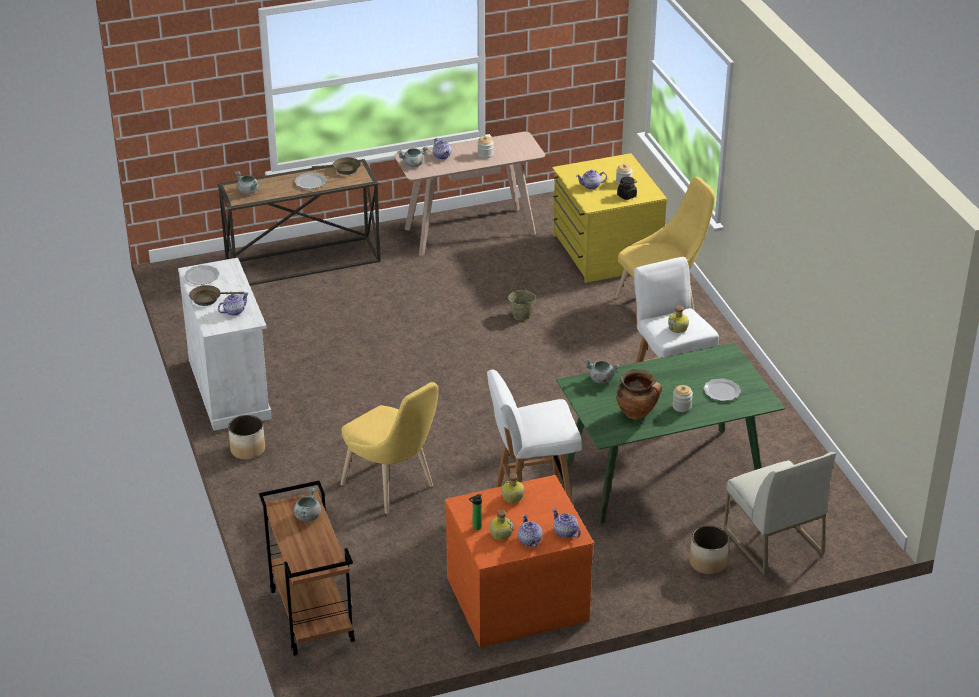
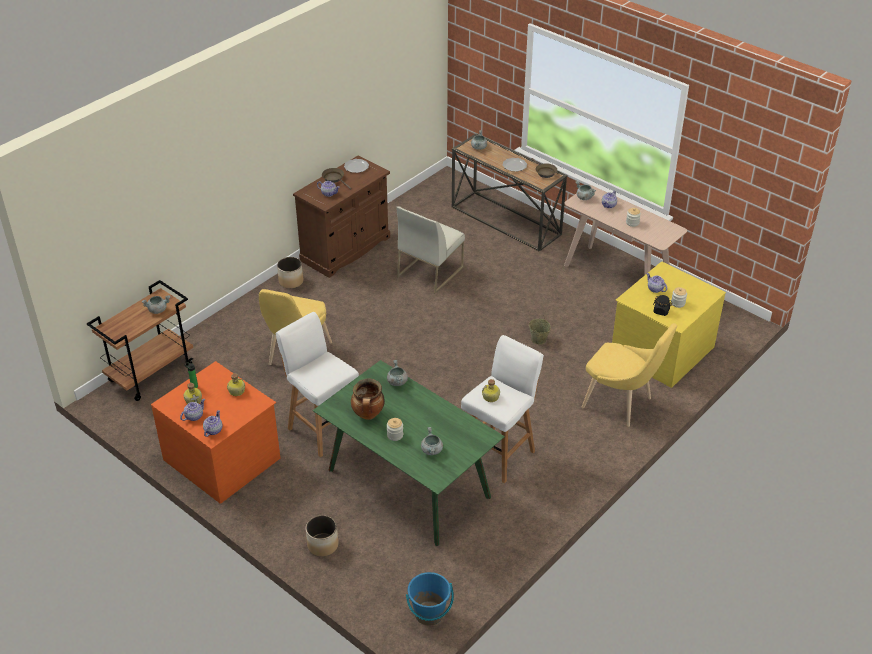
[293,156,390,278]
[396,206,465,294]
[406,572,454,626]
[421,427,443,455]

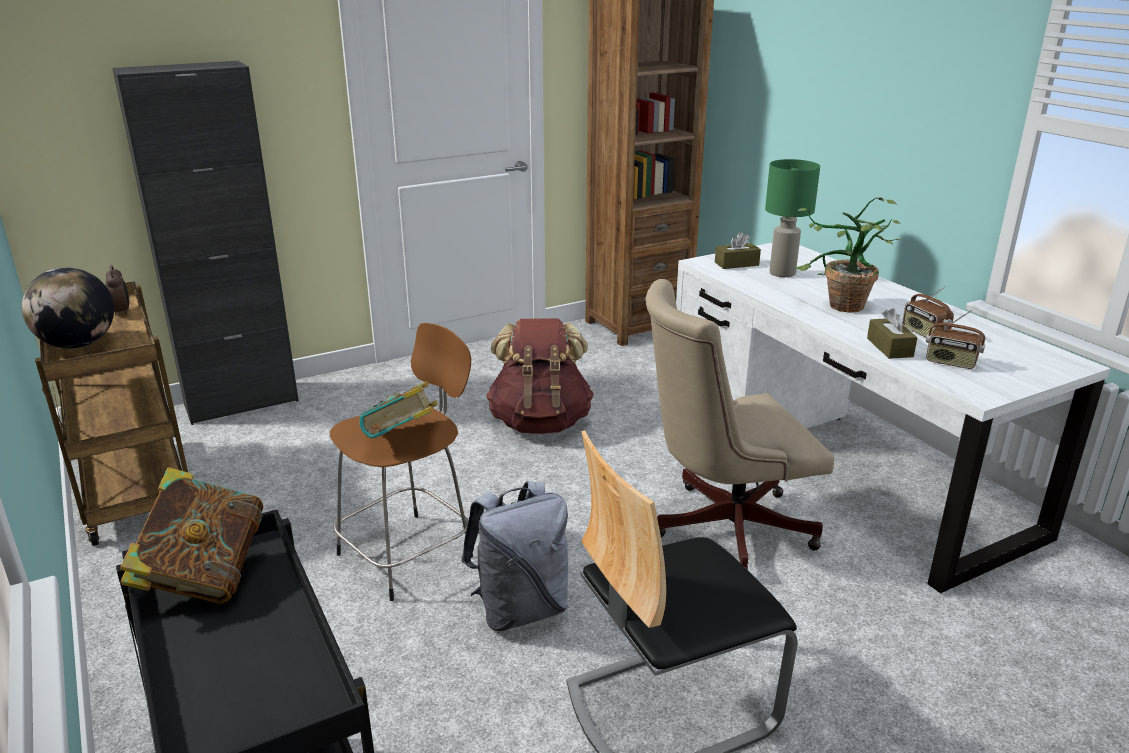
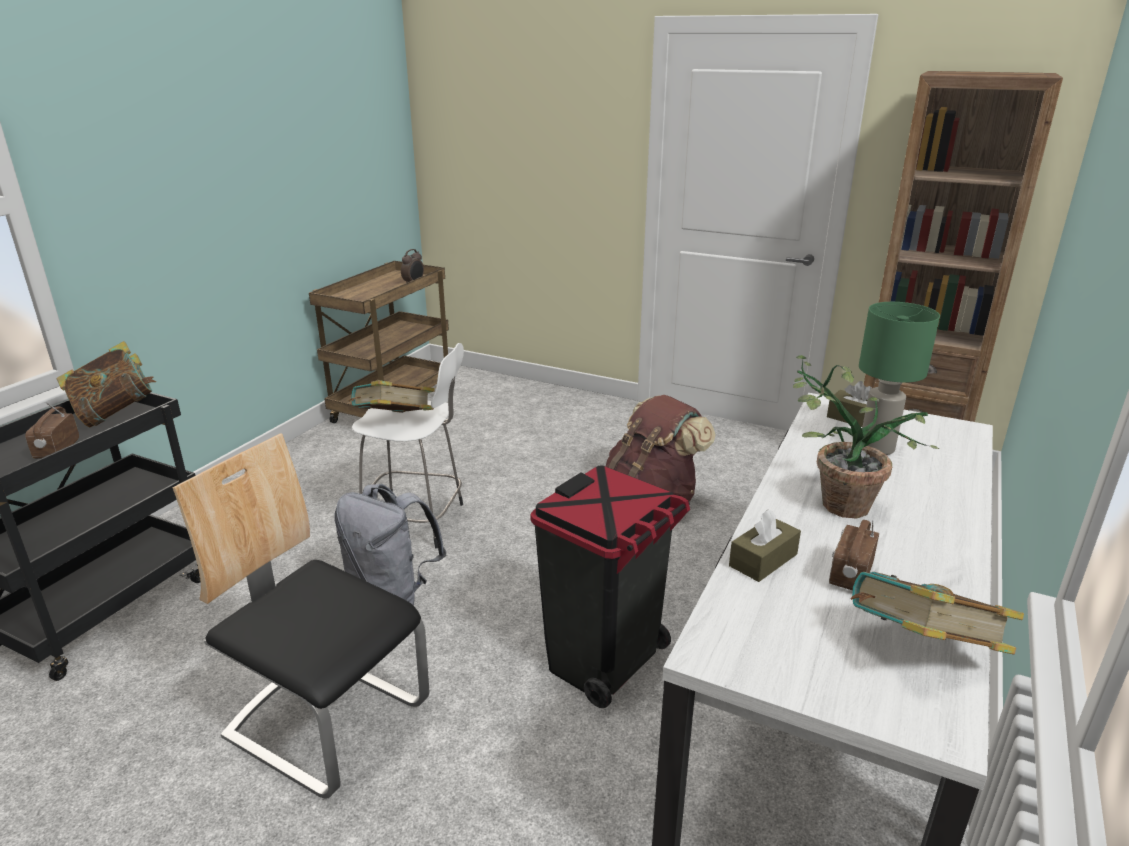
[25,401,79,459]
[352,343,464,548]
[530,465,690,708]
[850,572,1024,655]
[22,267,114,349] (first image)
[112,61,299,425] (first image)

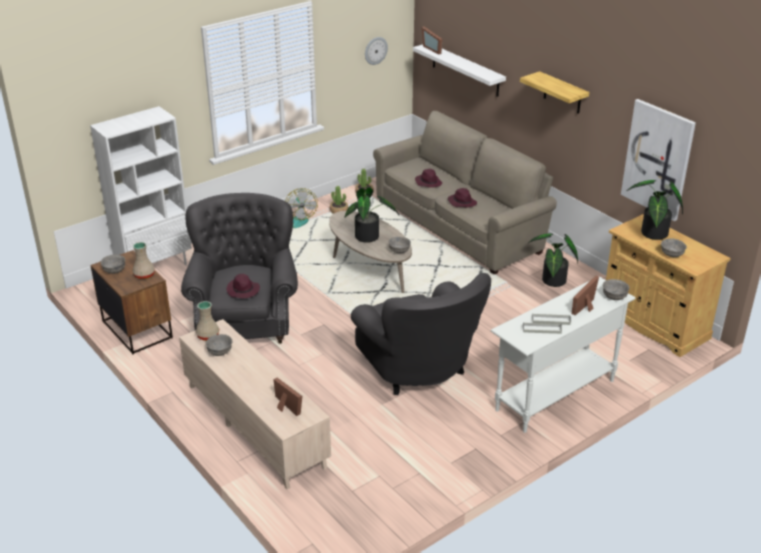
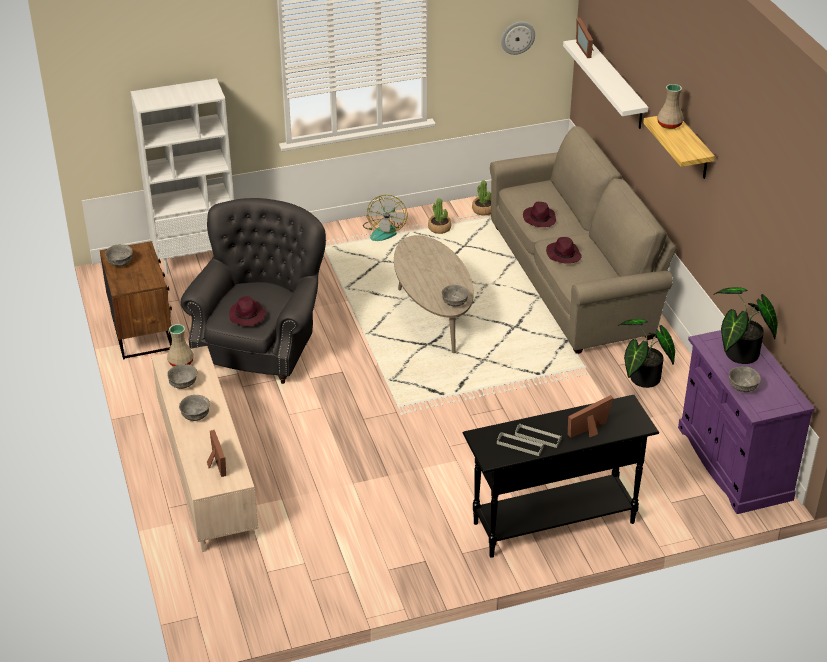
[179,395,210,421]
[463,395,659,558]
[657,84,683,129]
[678,330,815,514]
[344,187,399,243] (first image)
[351,273,491,395] (first image)
[621,99,696,221] (first image)

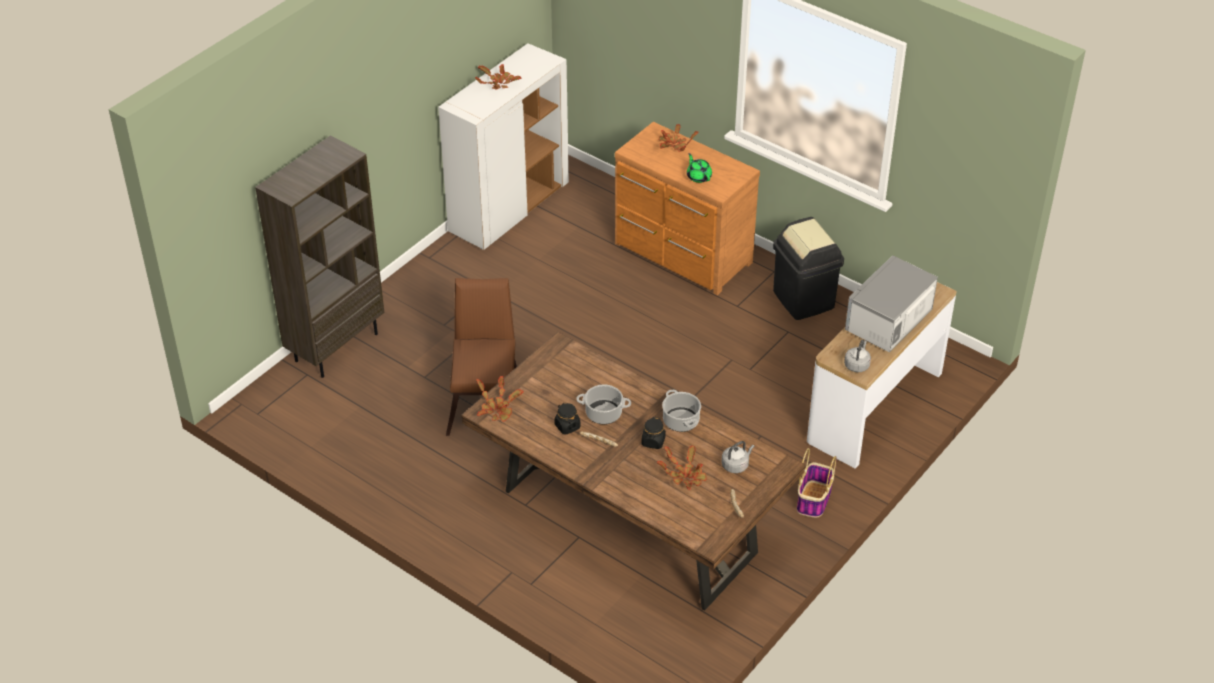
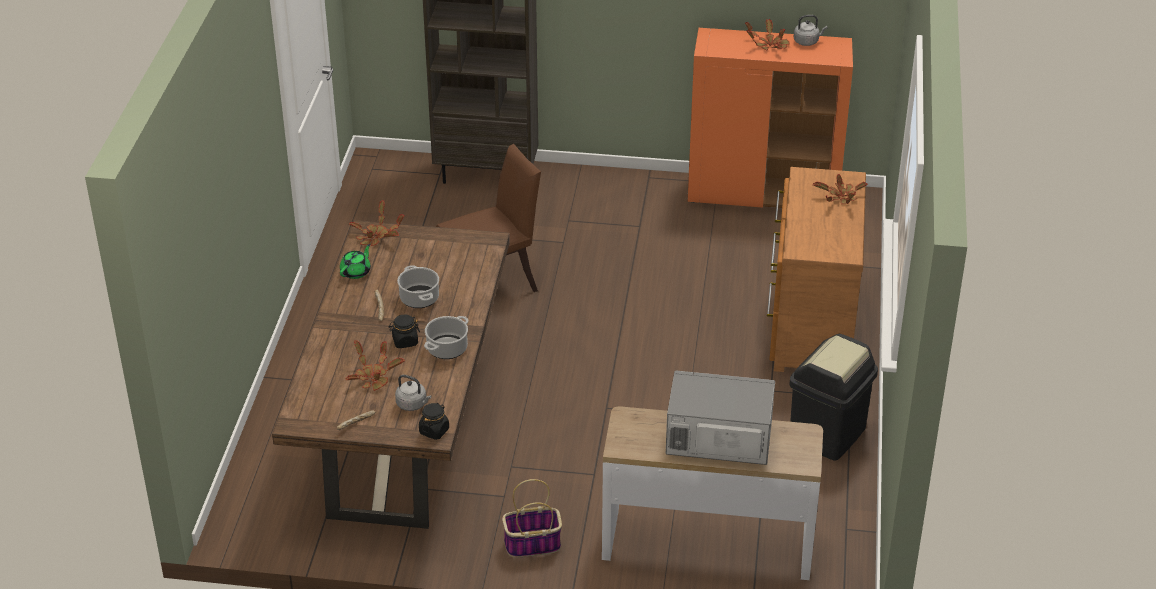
[340,244,371,279]
[419,403,449,440]
[688,28,853,208]
[794,15,827,46]

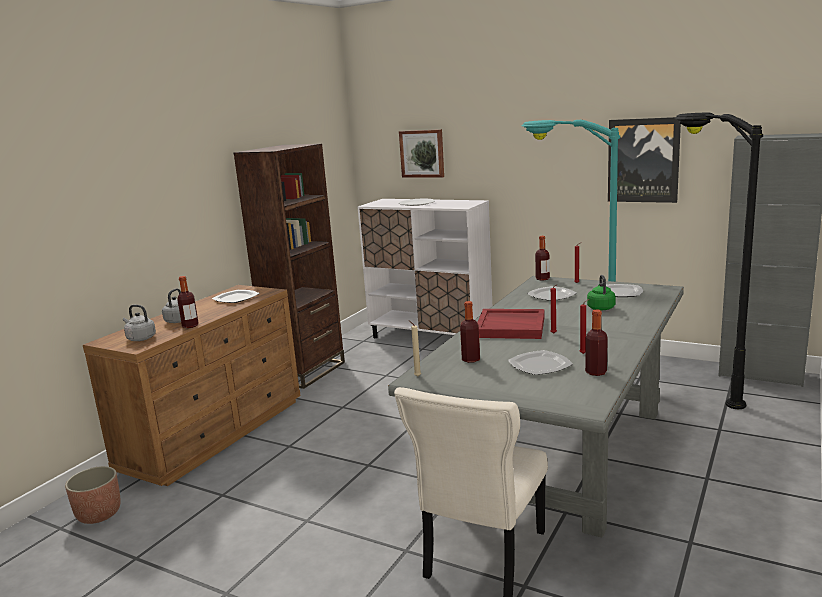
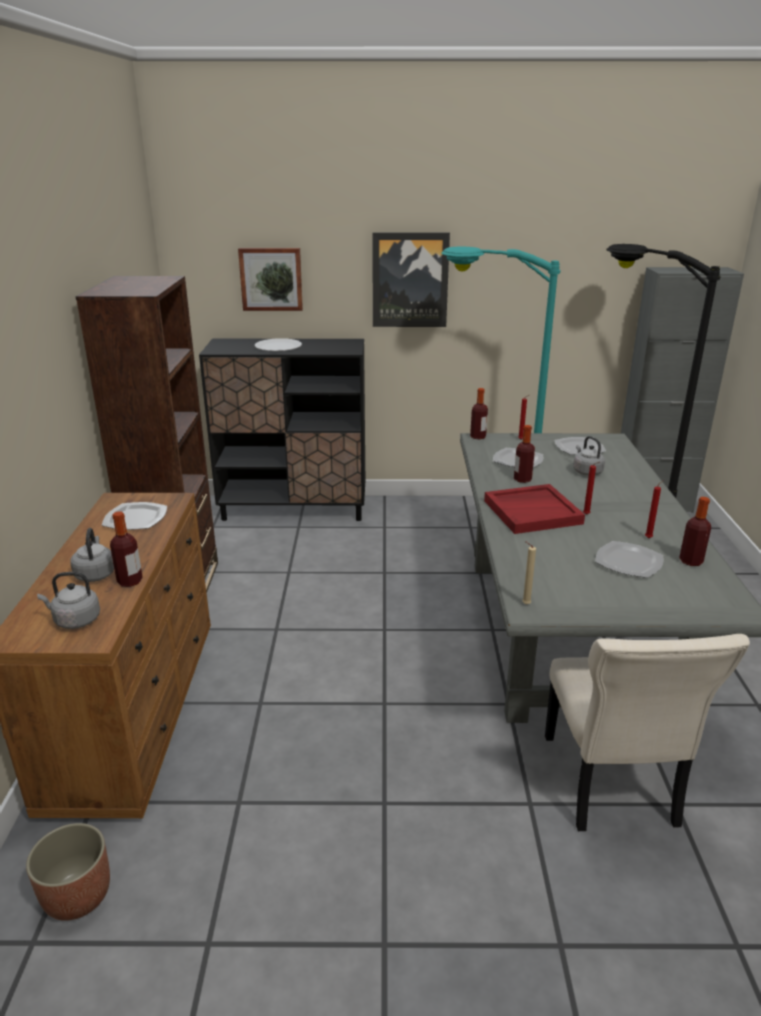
[199,339,365,521]
[372,233,450,327]
[514,425,535,483]
[573,436,605,476]

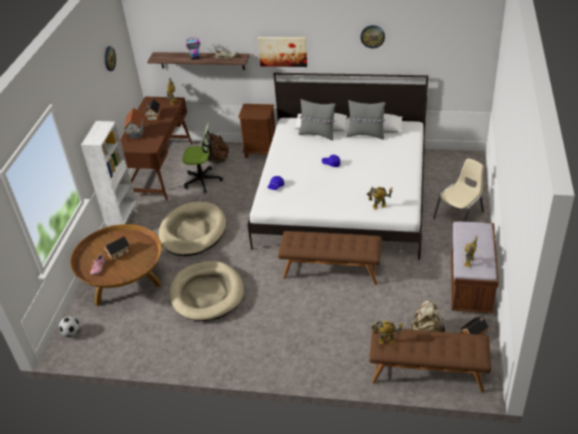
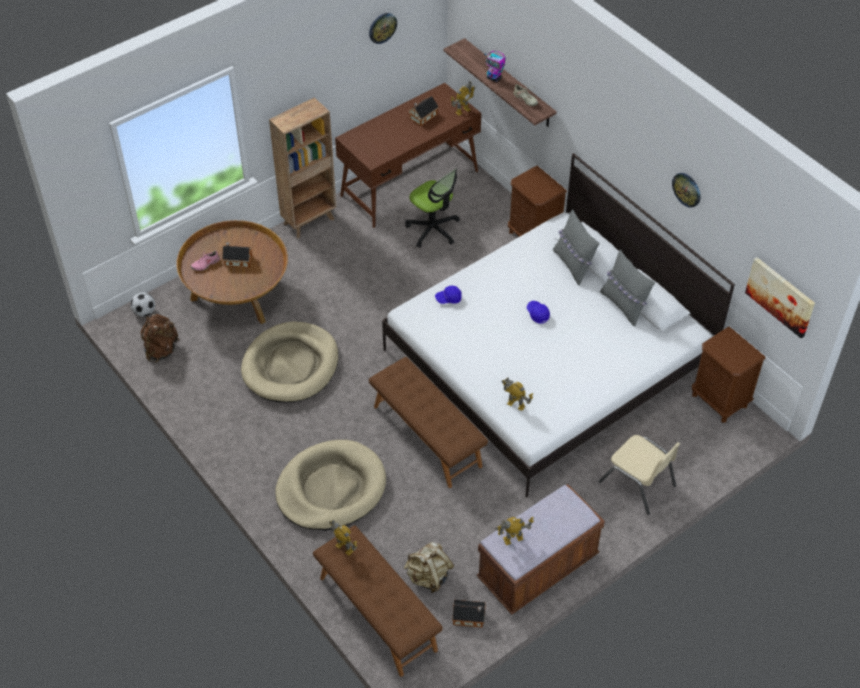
[140,314,180,363]
[269,97,337,238]
[275,440,386,530]
[599,435,680,515]
[692,326,766,423]
[745,257,815,338]
[124,108,145,141] (first image)

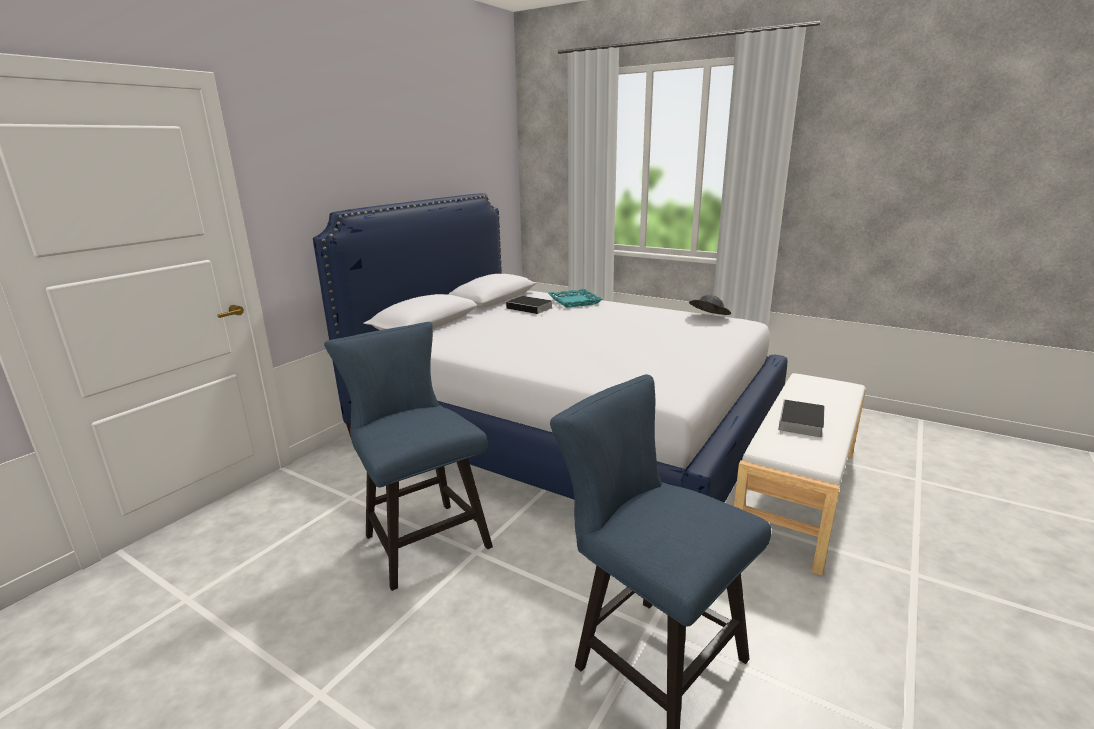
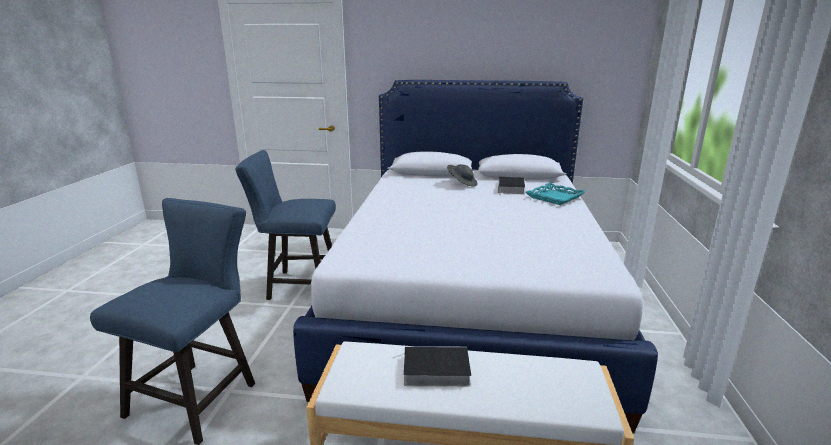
[235,150,336,300]
[447,164,478,187]

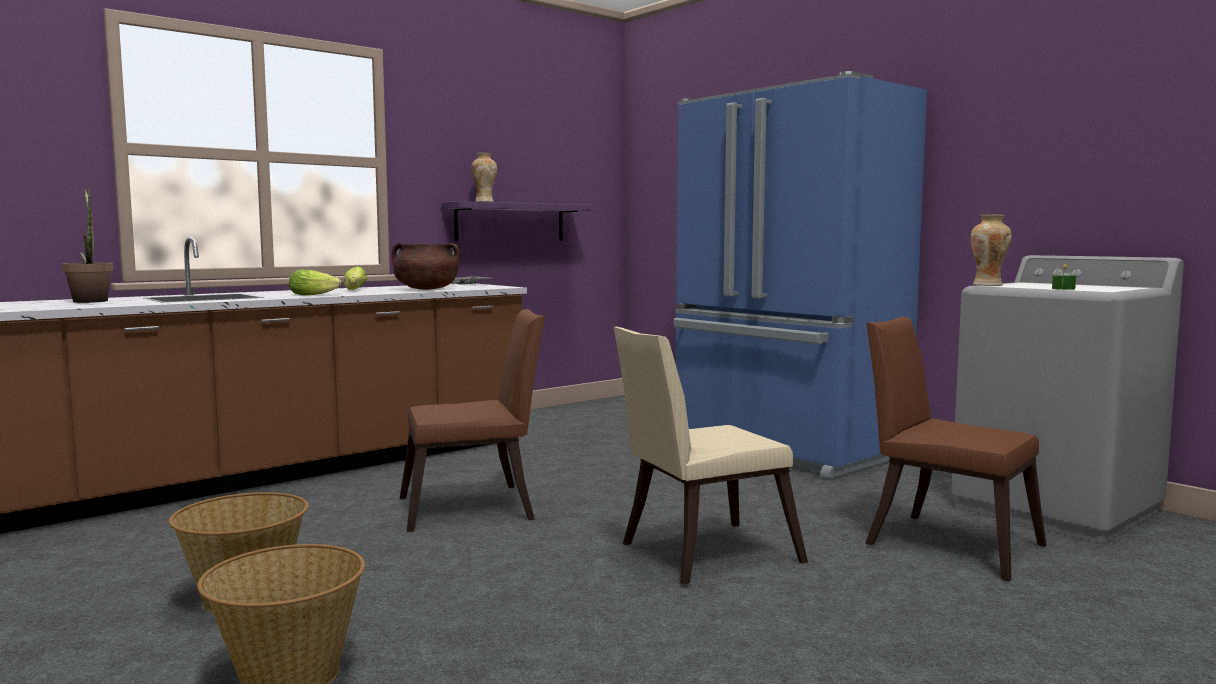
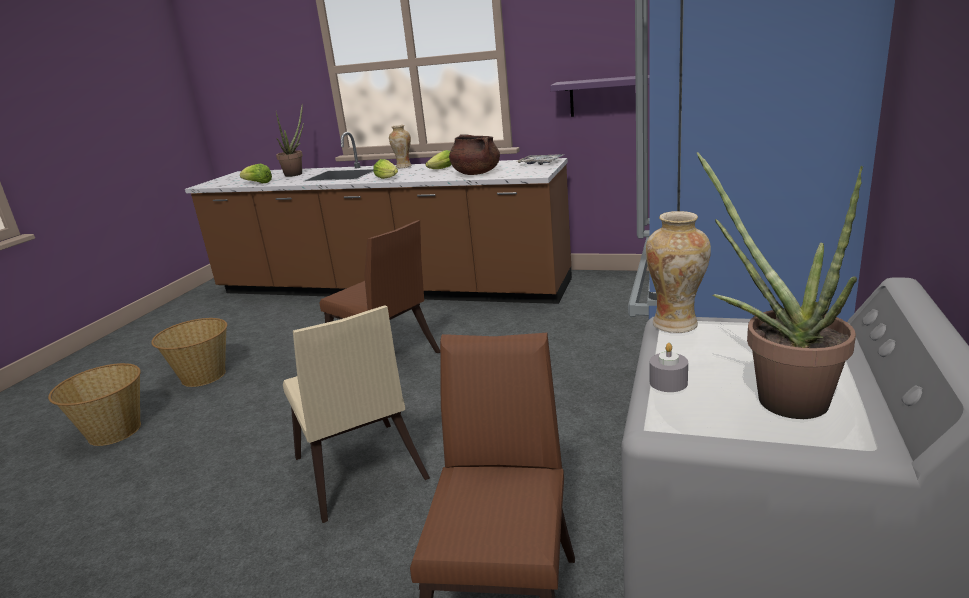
[240,163,272,183]
[283,305,430,523]
[389,125,412,168]
[650,343,688,392]
[697,152,863,419]

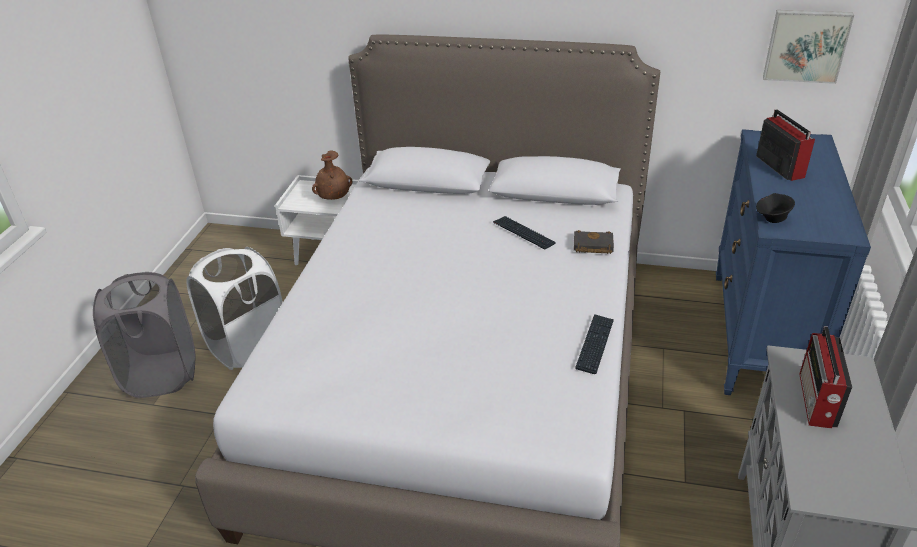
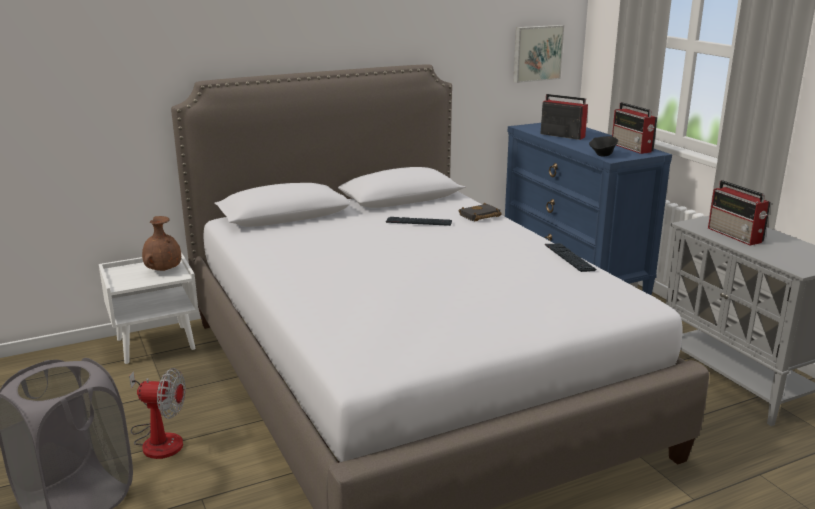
[129,368,186,459]
[612,102,657,154]

